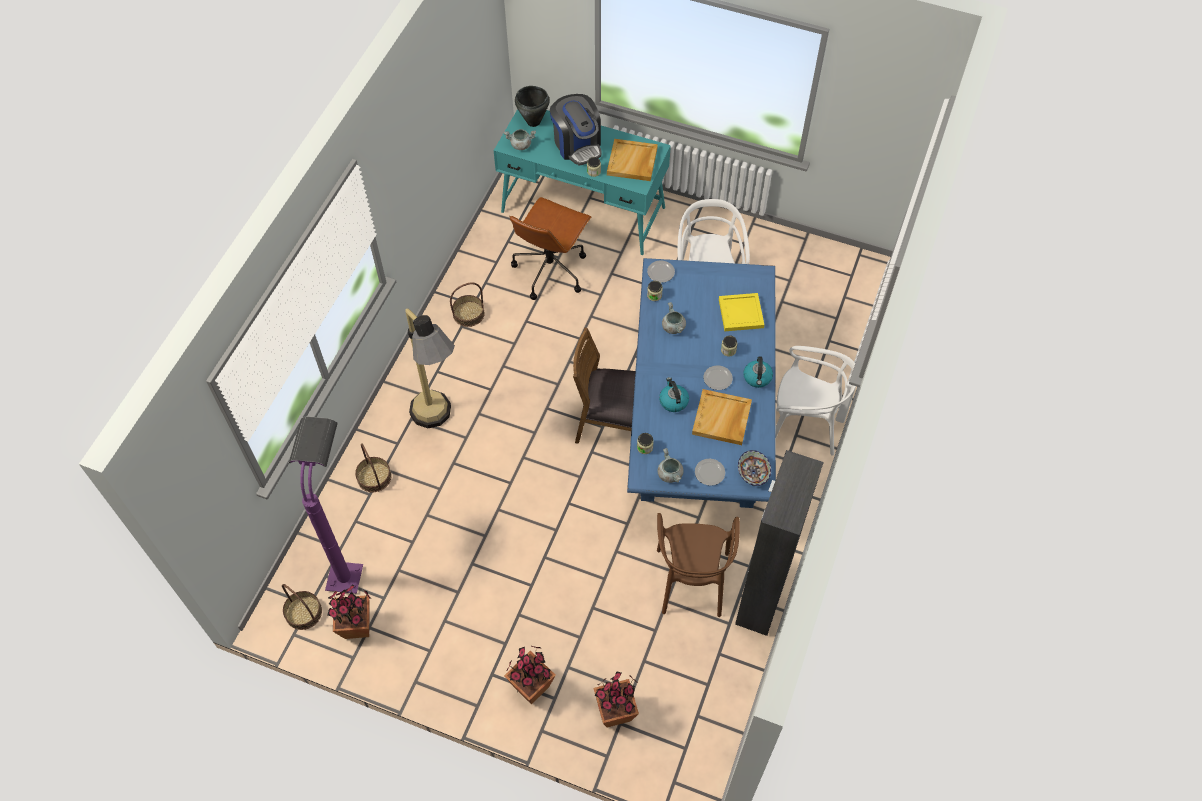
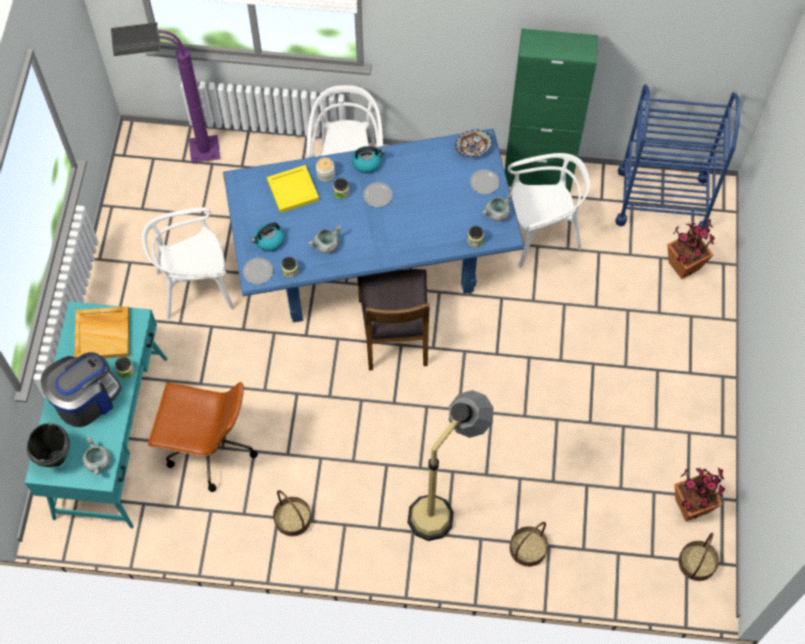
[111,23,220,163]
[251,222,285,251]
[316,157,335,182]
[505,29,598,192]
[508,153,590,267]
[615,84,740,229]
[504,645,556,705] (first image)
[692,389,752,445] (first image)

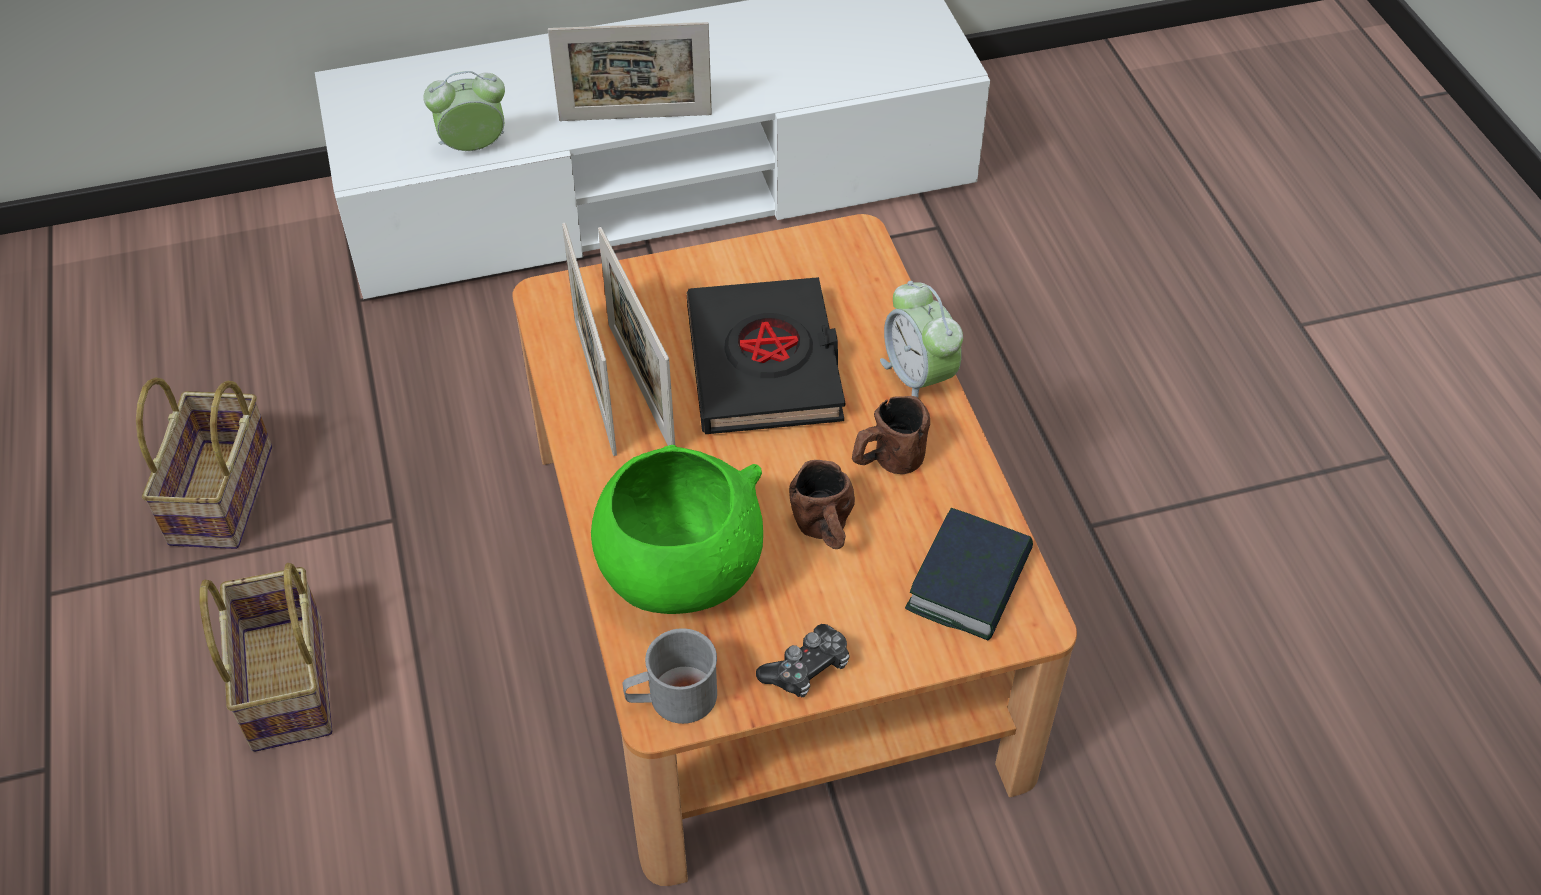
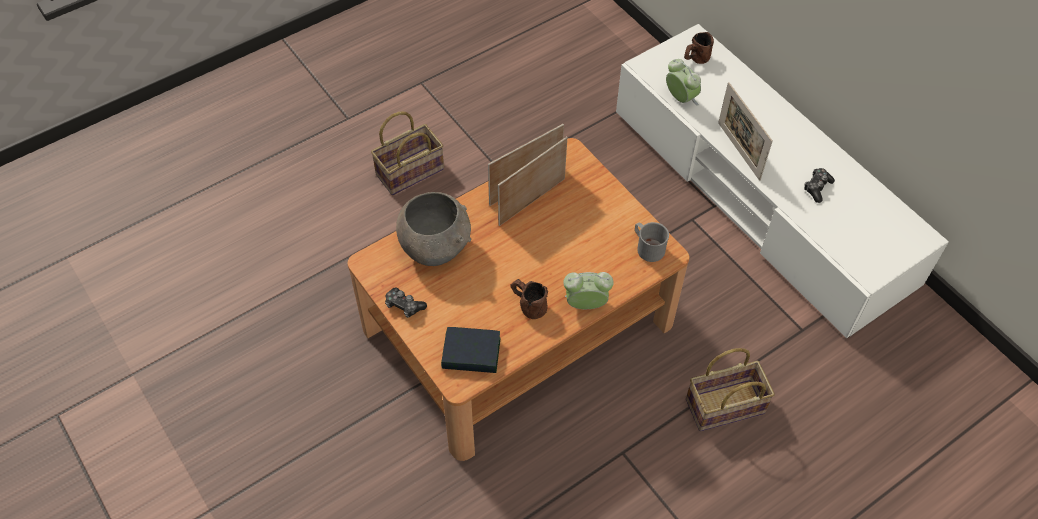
[396,192,471,266]
[563,272,613,309]
[635,222,669,262]
[684,32,714,64]
[686,348,775,431]
[804,168,835,203]
[687,277,845,434] (first image)

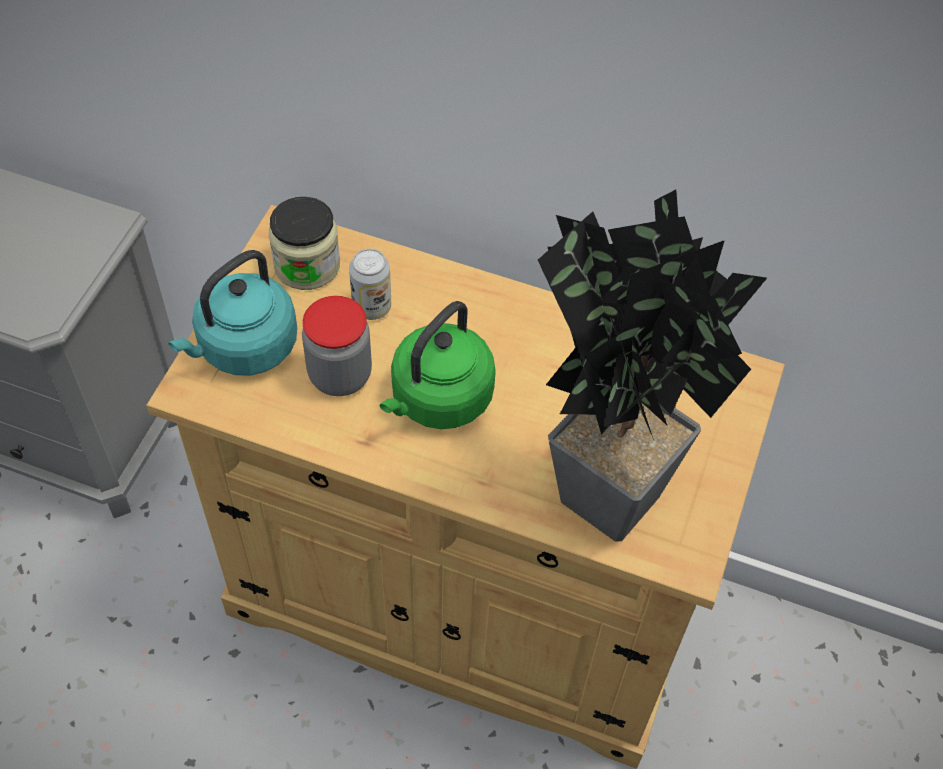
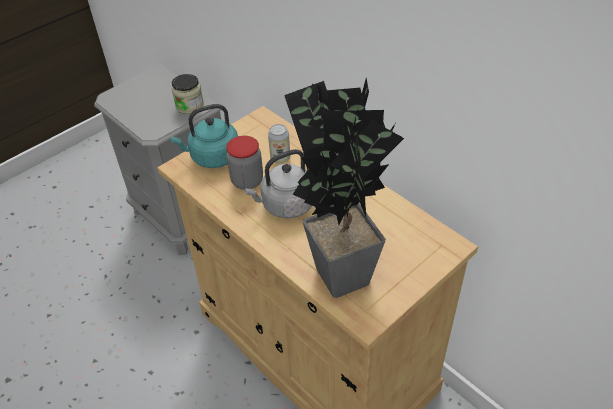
[172,74,204,114]
[244,149,313,218]

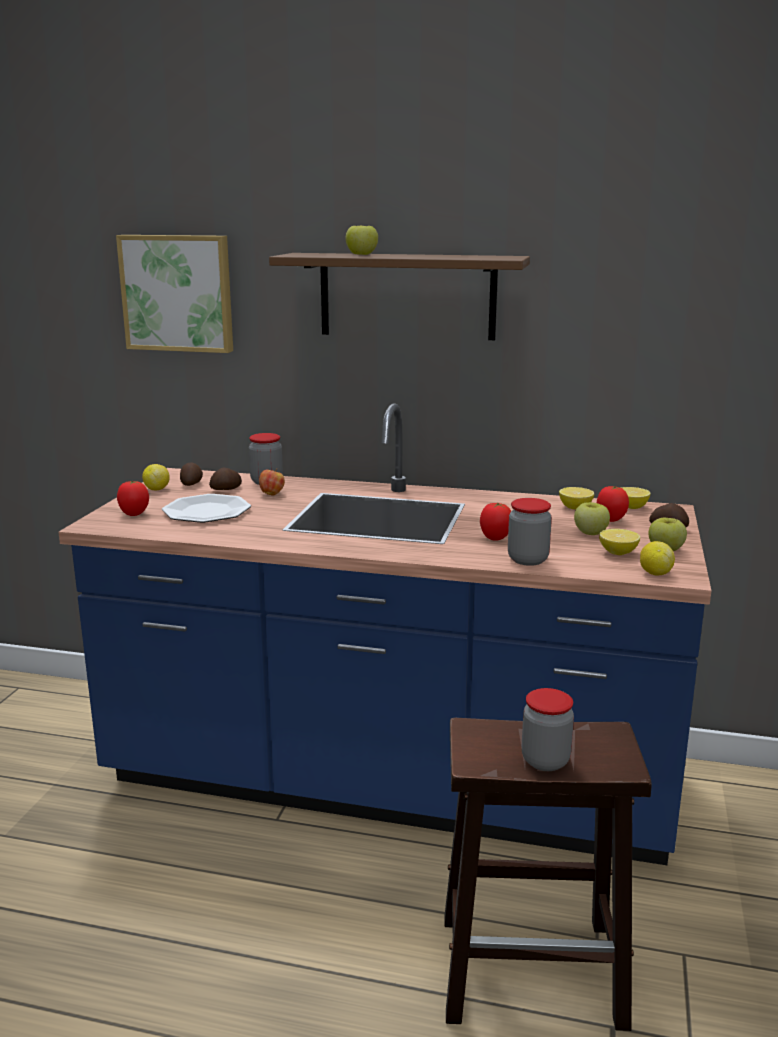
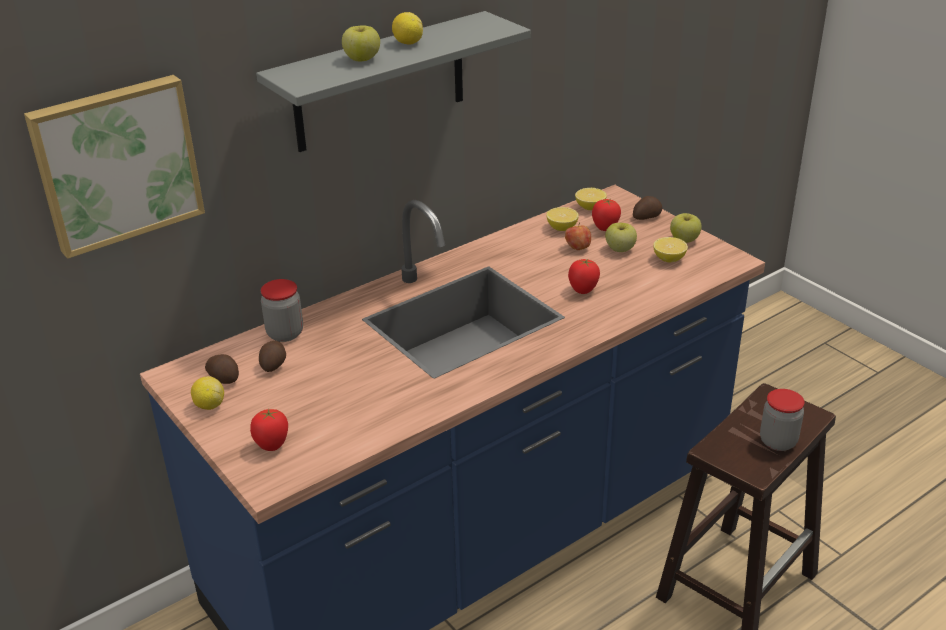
[256,11,531,152]
[392,12,423,45]
[565,222,591,250]
[162,494,251,523] (first image)
[508,498,552,566] (first image)

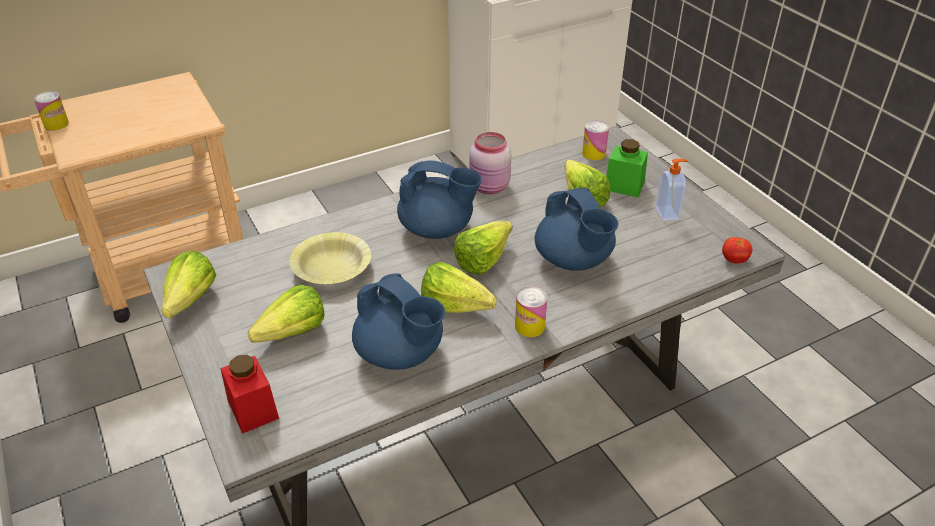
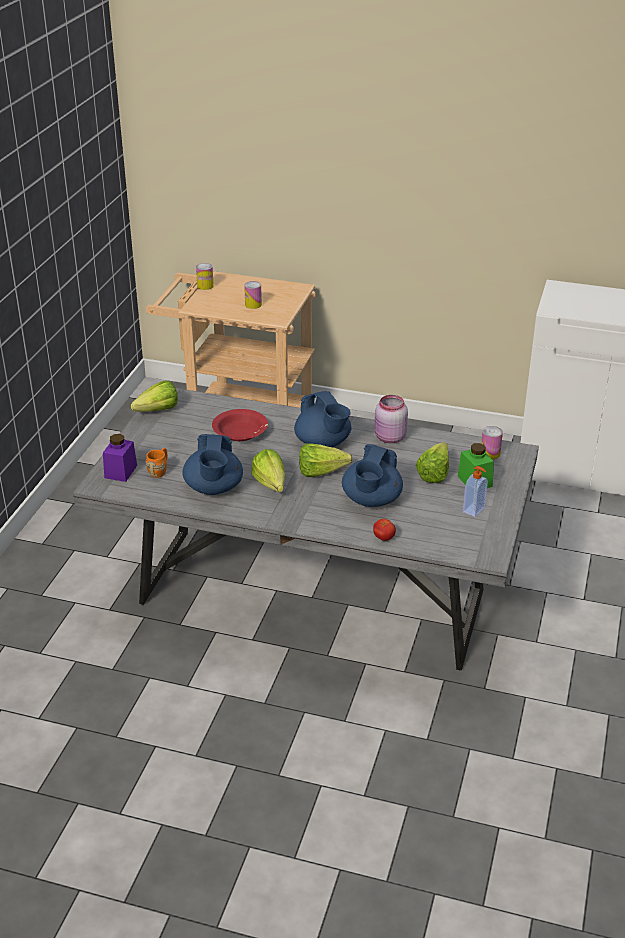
[103,434,137,482]
[146,448,167,478]
[212,409,268,441]
[244,281,262,309]
[373,519,396,541]
[248,285,325,343] (first image)

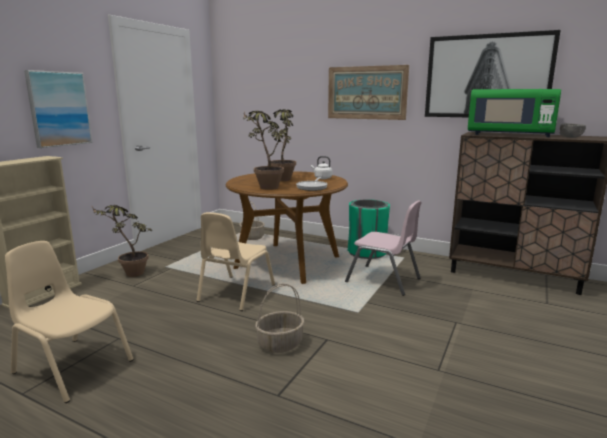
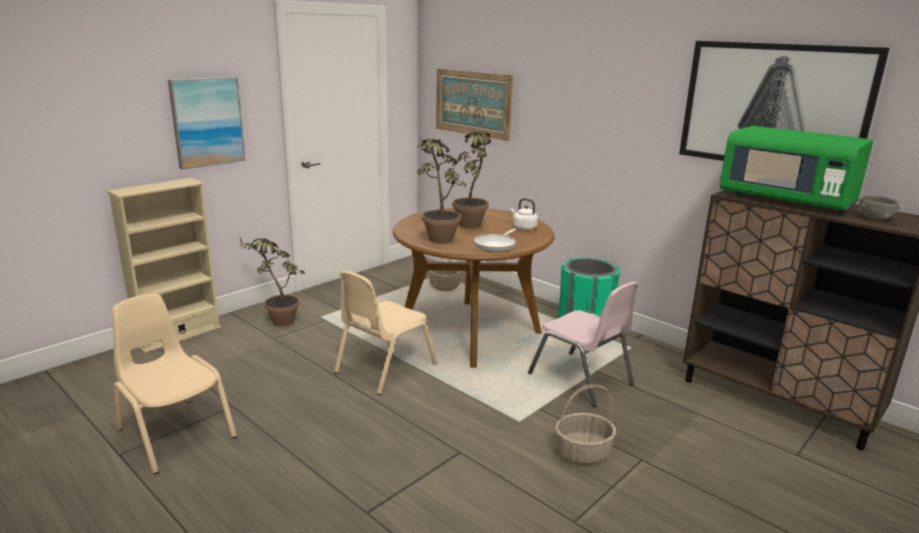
[436,69,513,141]
[555,384,616,465]

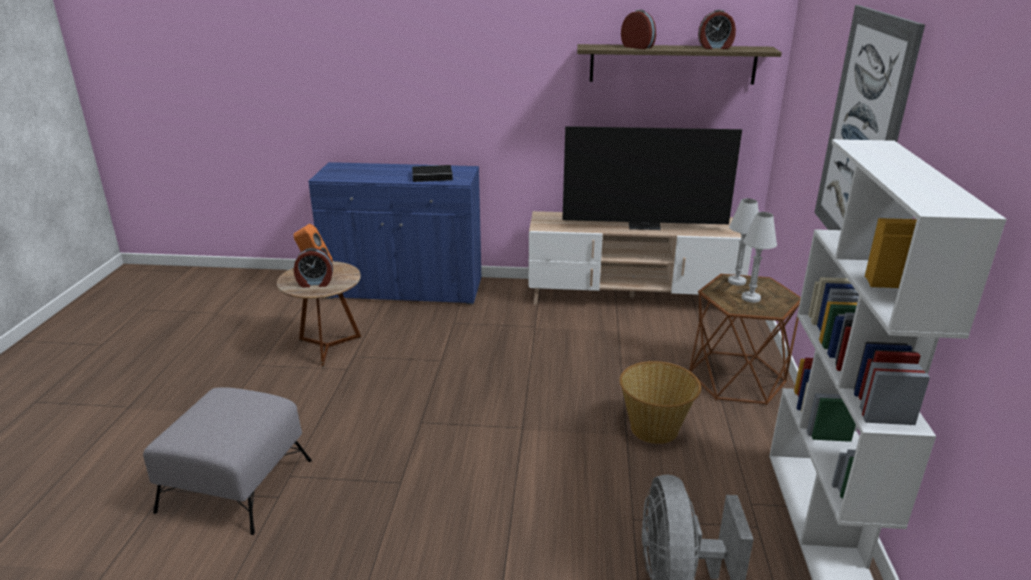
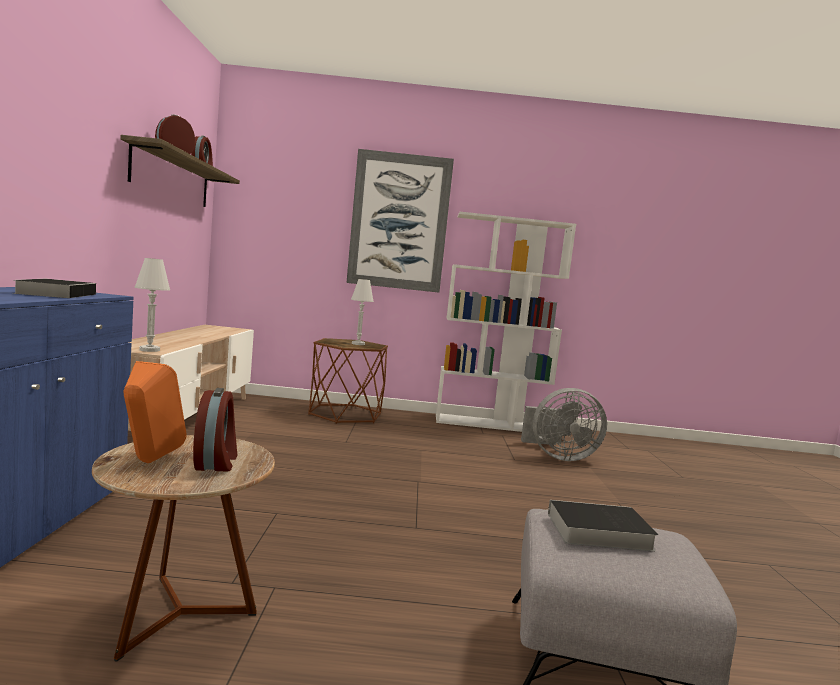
[134,258,170,352]
[534,500,658,552]
[562,126,742,230] (first image)
[620,361,701,444] (first image)

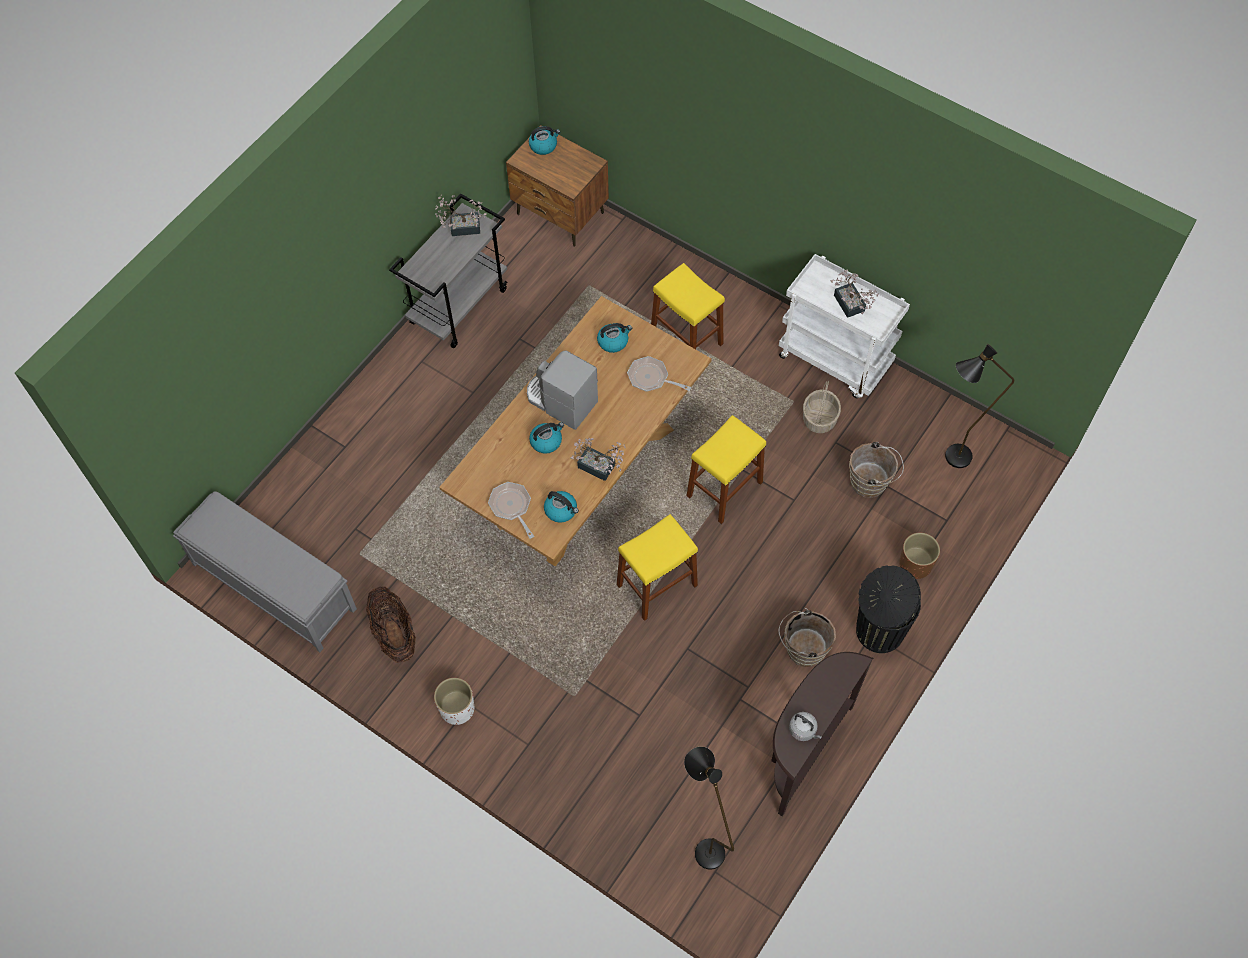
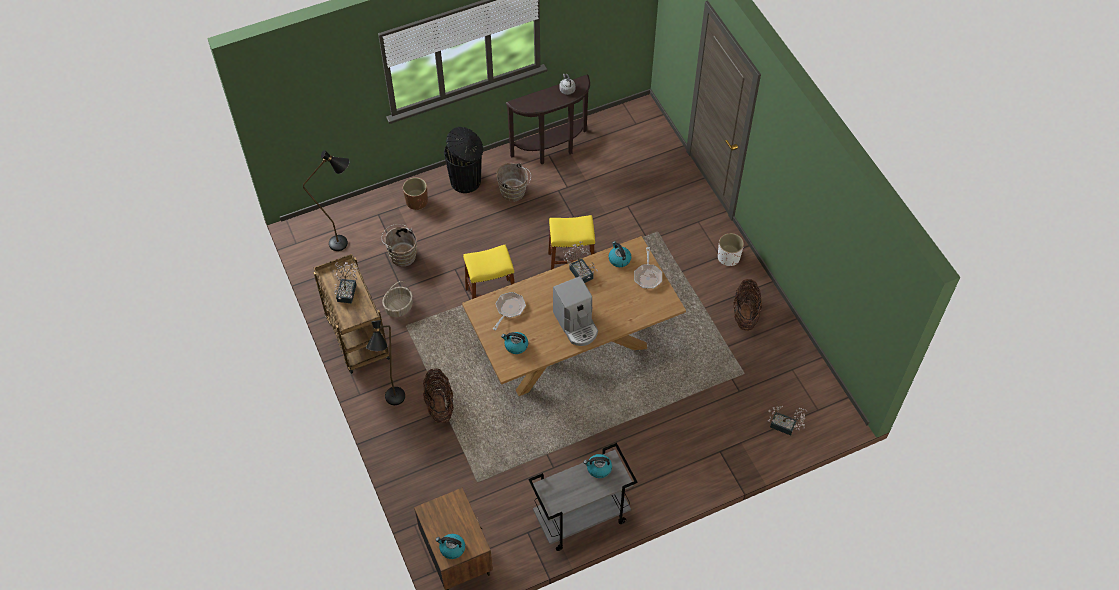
[313,254,390,374]
[366,320,405,405]
[423,368,454,423]
[493,292,526,331]
[583,454,612,478]
[767,406,807,435]
[173,491,357,652] (first image)

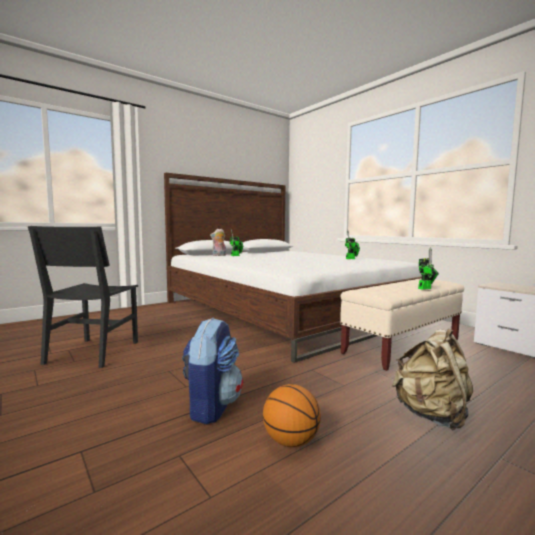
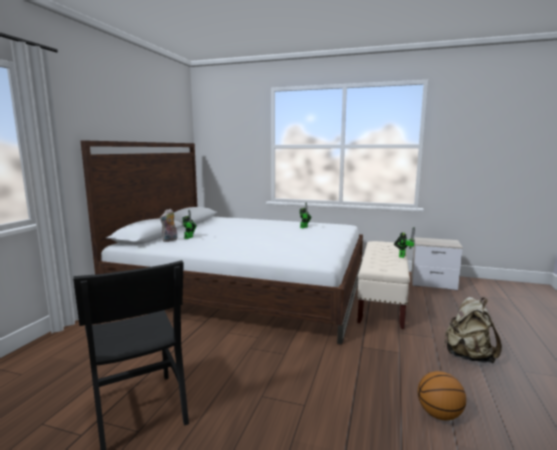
[182,317,243,424] (first image)

